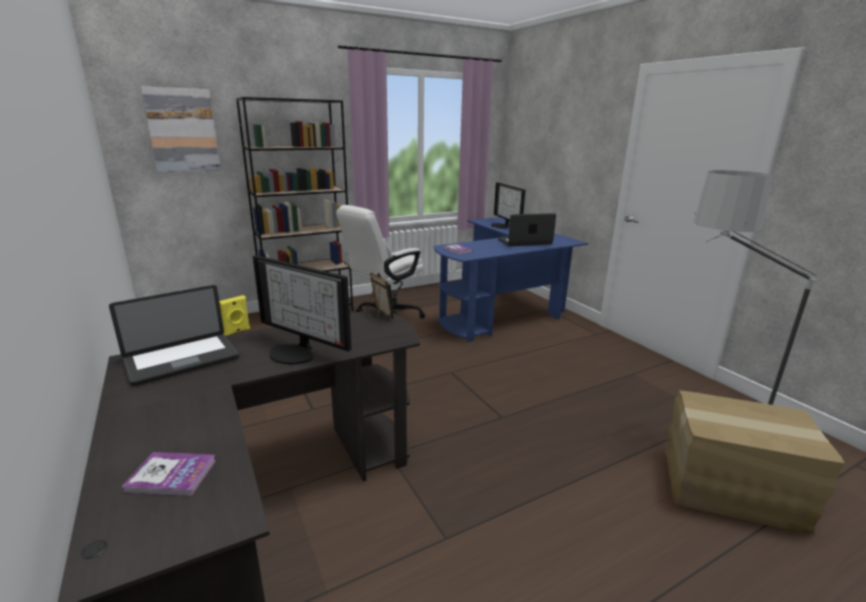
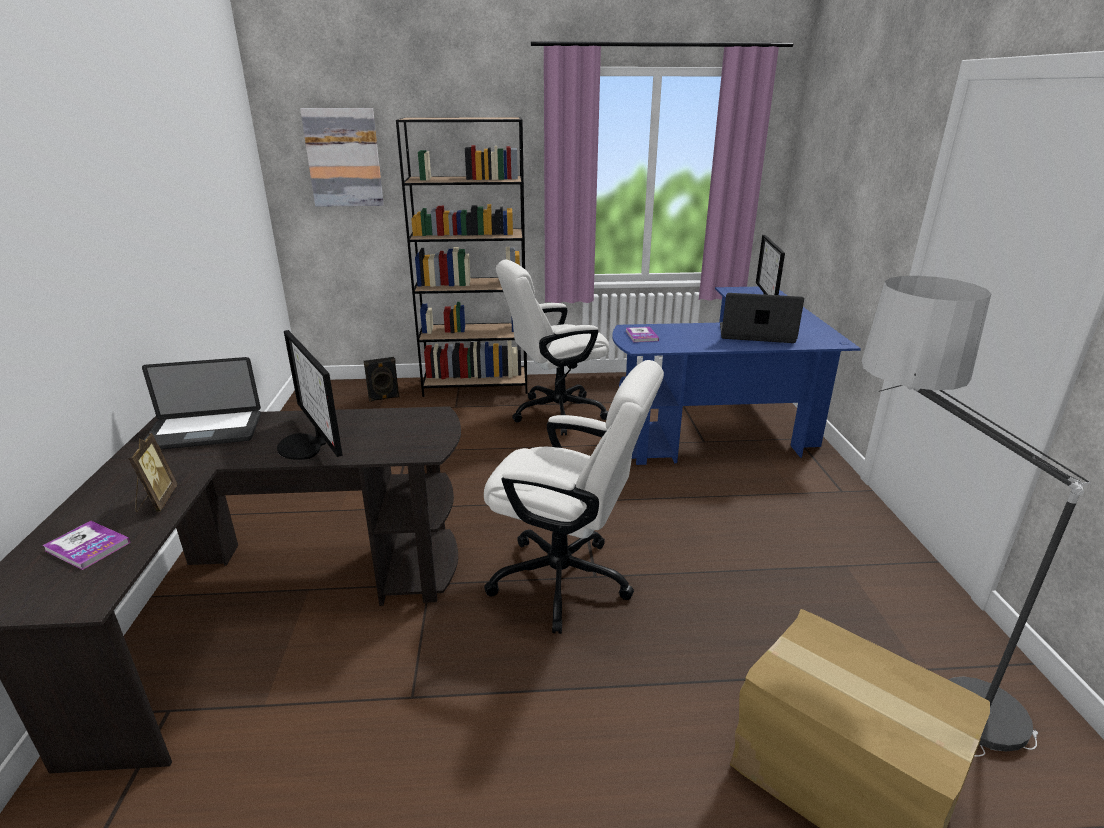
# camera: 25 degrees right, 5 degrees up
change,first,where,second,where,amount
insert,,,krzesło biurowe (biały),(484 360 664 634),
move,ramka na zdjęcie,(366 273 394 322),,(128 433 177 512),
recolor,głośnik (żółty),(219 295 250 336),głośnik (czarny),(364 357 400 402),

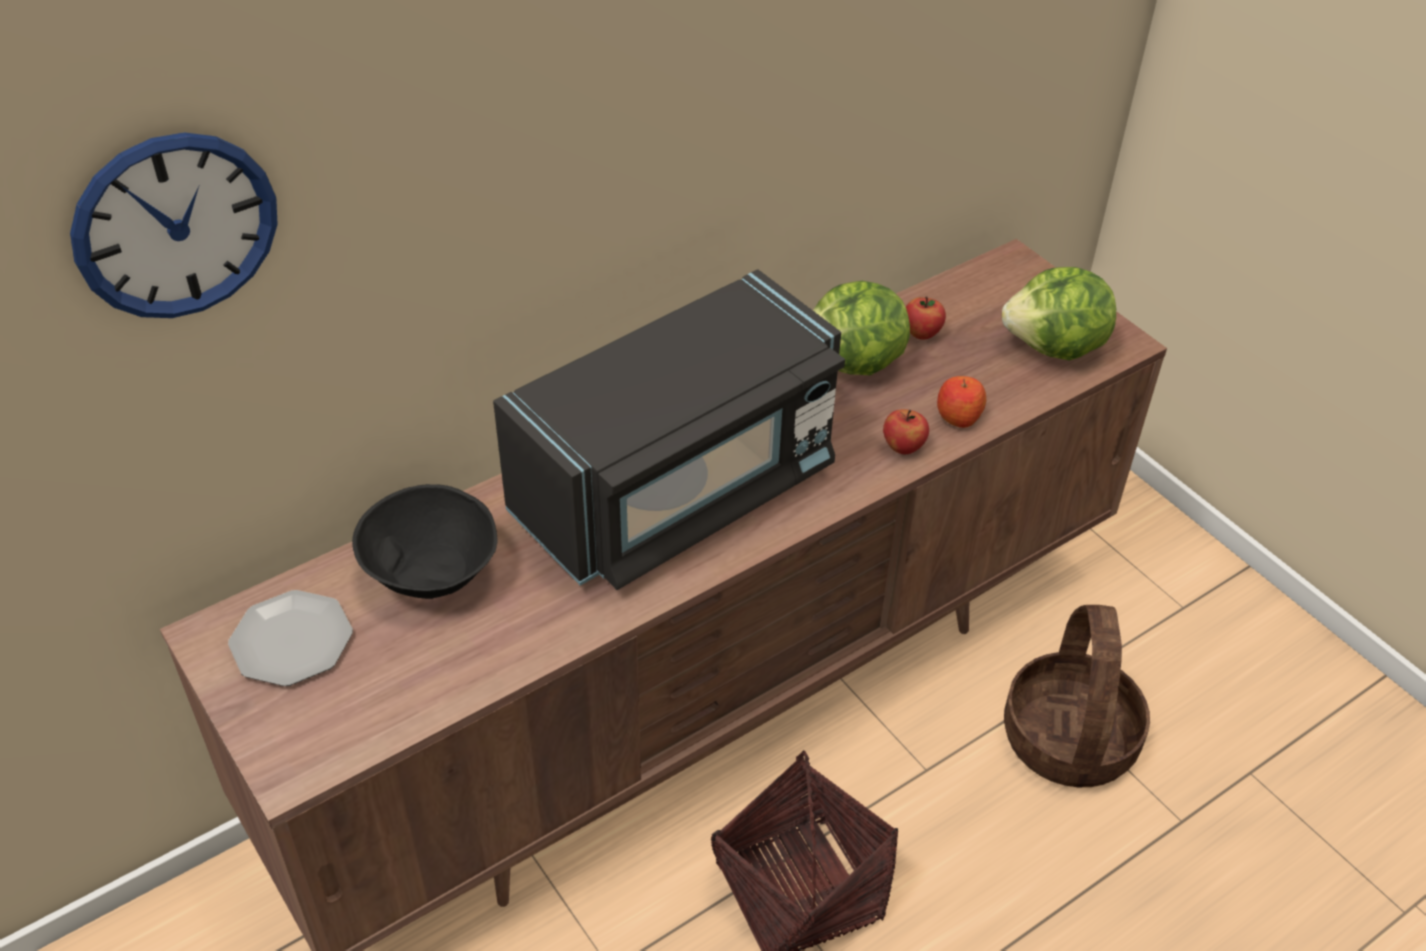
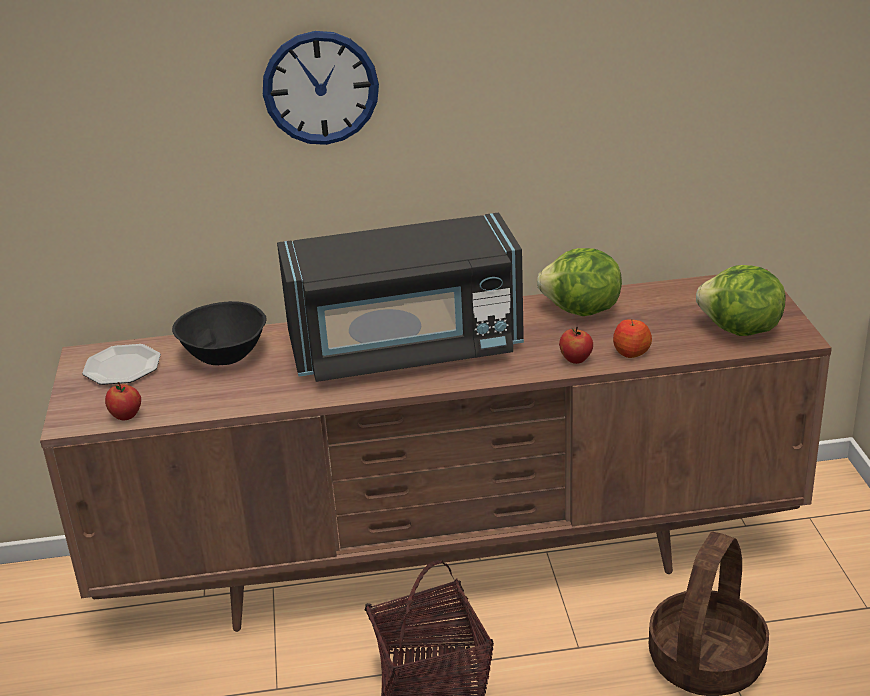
# camera: 30 degrees right, 15 degrees down
change,first,where,second,where,amount
move,zegar ścienny,(70 132 278 318),,(263 31 379 145),
move,jabłko,(906 296 946 340),,(105 382 141 420),

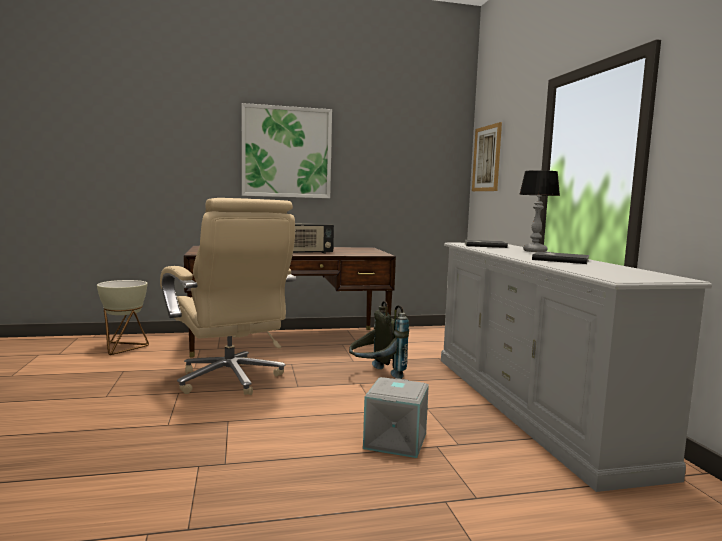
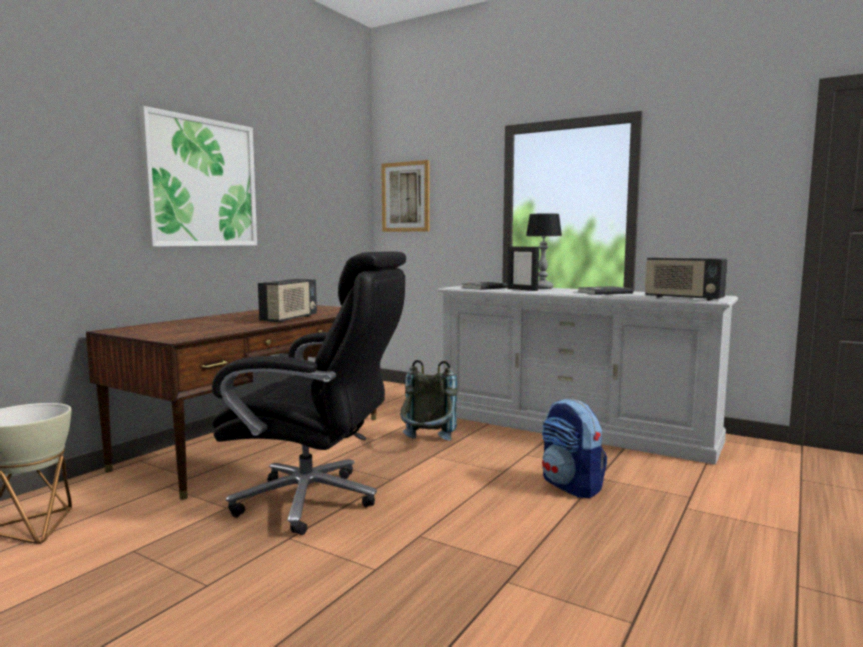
# camera: 45 degrees left, 0 degrees up
change,first,where,second,where,amount
insert,,,ramka na zdjęcie,(507 246 539 291),
insert,,,radio,(644 257 728 301),
replace,pojemnik do przechowywania (szary),(363 377 429 458),plecak,(542 399 607 498),
recolor,krzesło biurowe (beżowy),(160 198 296 395),krzesło biurowe (czarny),(212 252 406 535),

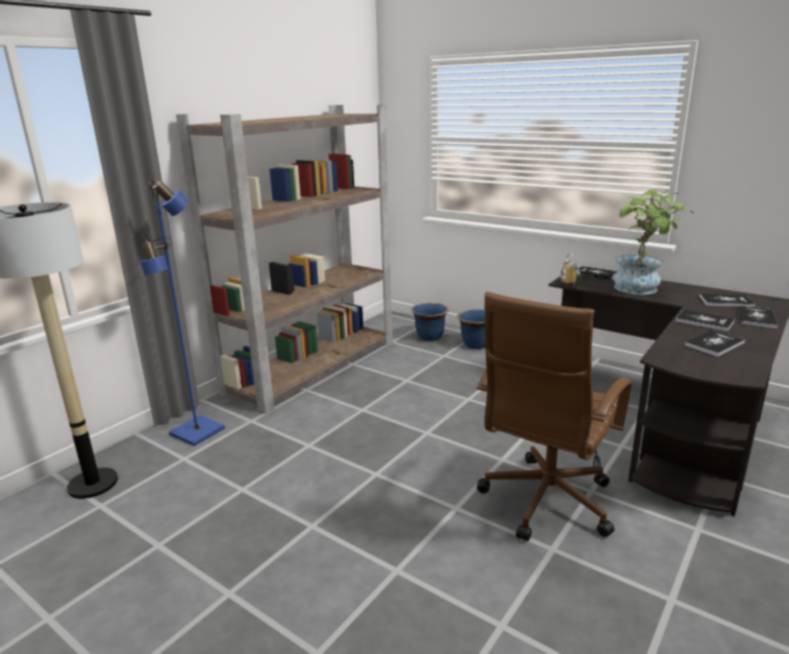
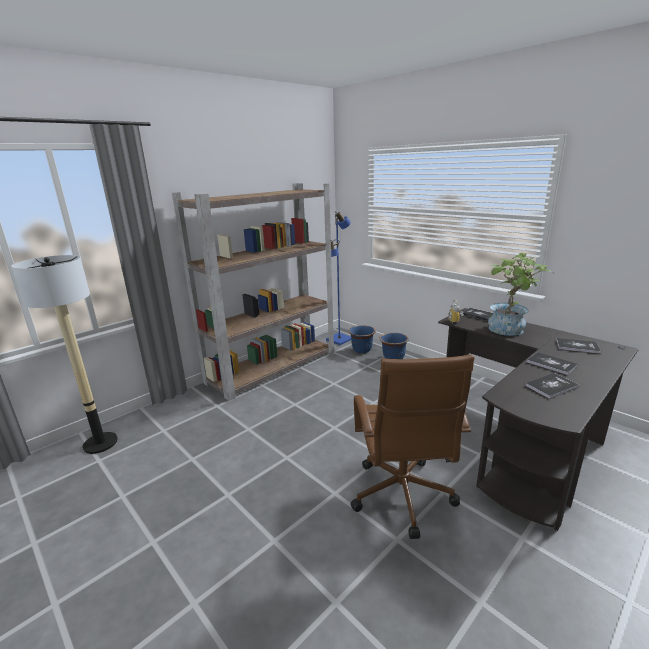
# camera: 10 degrees right, 0 degrees up
change,first,where,second,where,amount
delete,książka,(738 306 778 328),,,
move,lampa stojąca (niebieski),(140 180 225 446),,(326 211 351 345),
rotate,krzesło biurowe (brązowy),(477 292 632 541),,(351 354 475 539),45 degrees counterclockwise

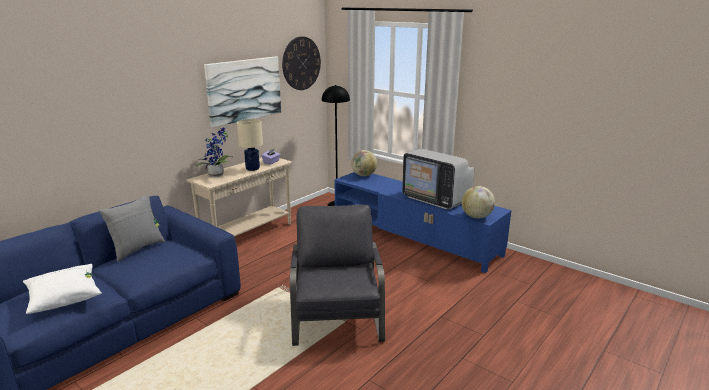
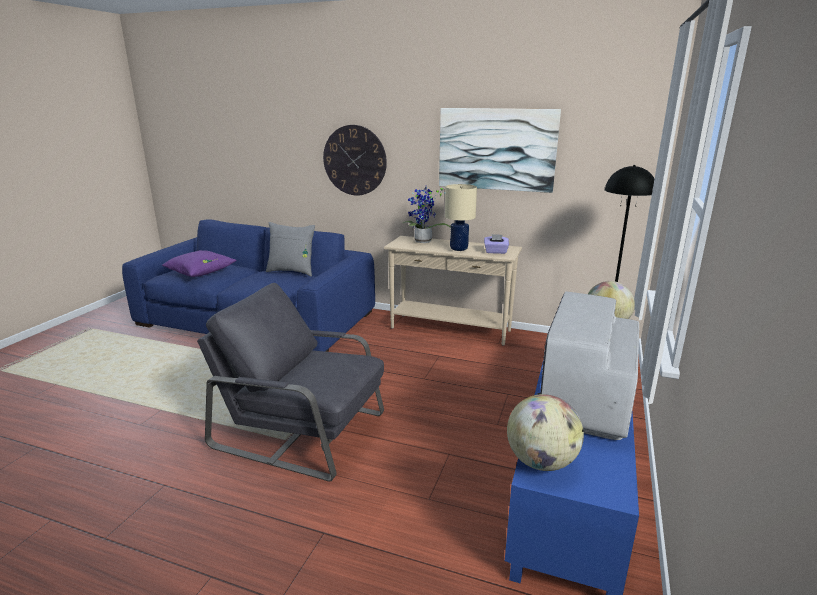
# camera: 70 degrees right, 0 degrees up
change,first,where,second,where,amount
move,zegar ścienny,(282 36 321 90),,(323 125 387 195),
recolor,poduszka (biały),(23 264 102 314),poduszka (fioletowy),(162 250 236 277),
rotate,fotel (szary),(290 205 385 346),,(197 283 384 482),135 degrees counterclockwise

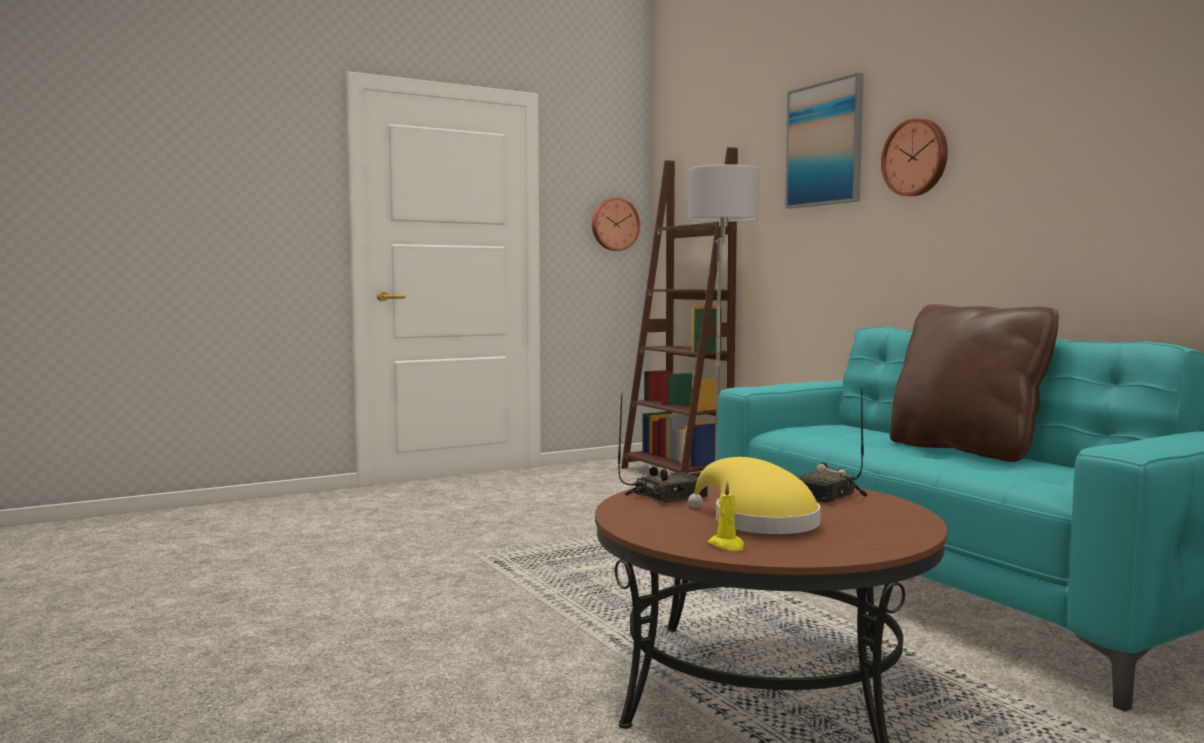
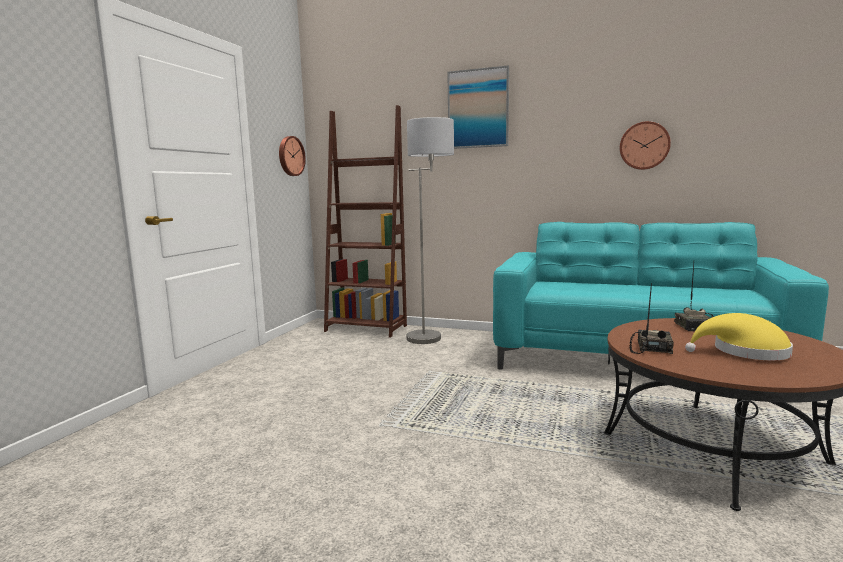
# camera: 40 degrees left, 5 degrees up
change,first,where,second,where,amount
delete,świeca (żółty),(708 481 744 551),,,
delete,poduszka (brązowy),(890 304 1059 462),,,
move,zegar ścienny,(881 118 948 196),,(620 121 671 170),

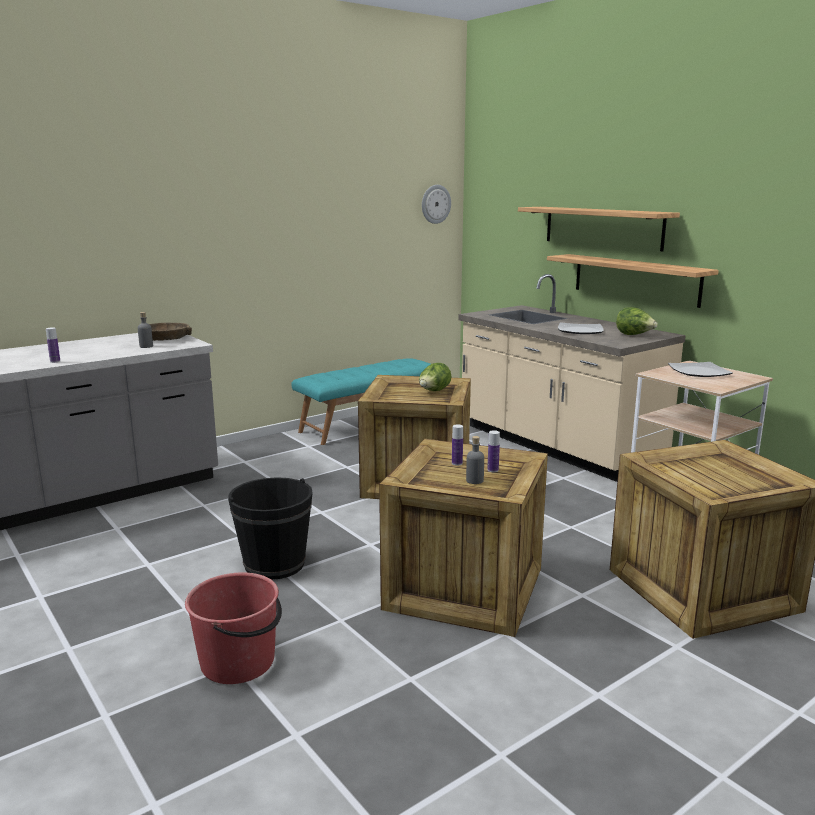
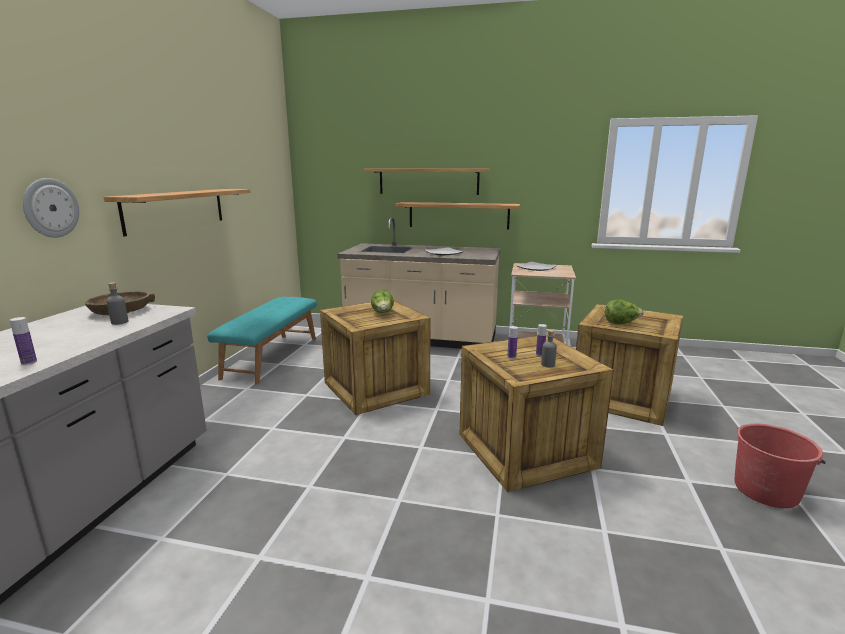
# camera: 40 degrees left, 0 degrees up
change,first,where,second,where,amount
delete,wiadro (czarny),(228 477 313 580),,,
insert,,,półka,(104 189 251 236),
move,wiadro (czerwony),(185 572 282 684),,(734 423 826 508),
move,zegar ścienny,(422 185 451 224),,(23 178 79 238),
move,sałata,(616 307 658 335),,(605 299 644 325),

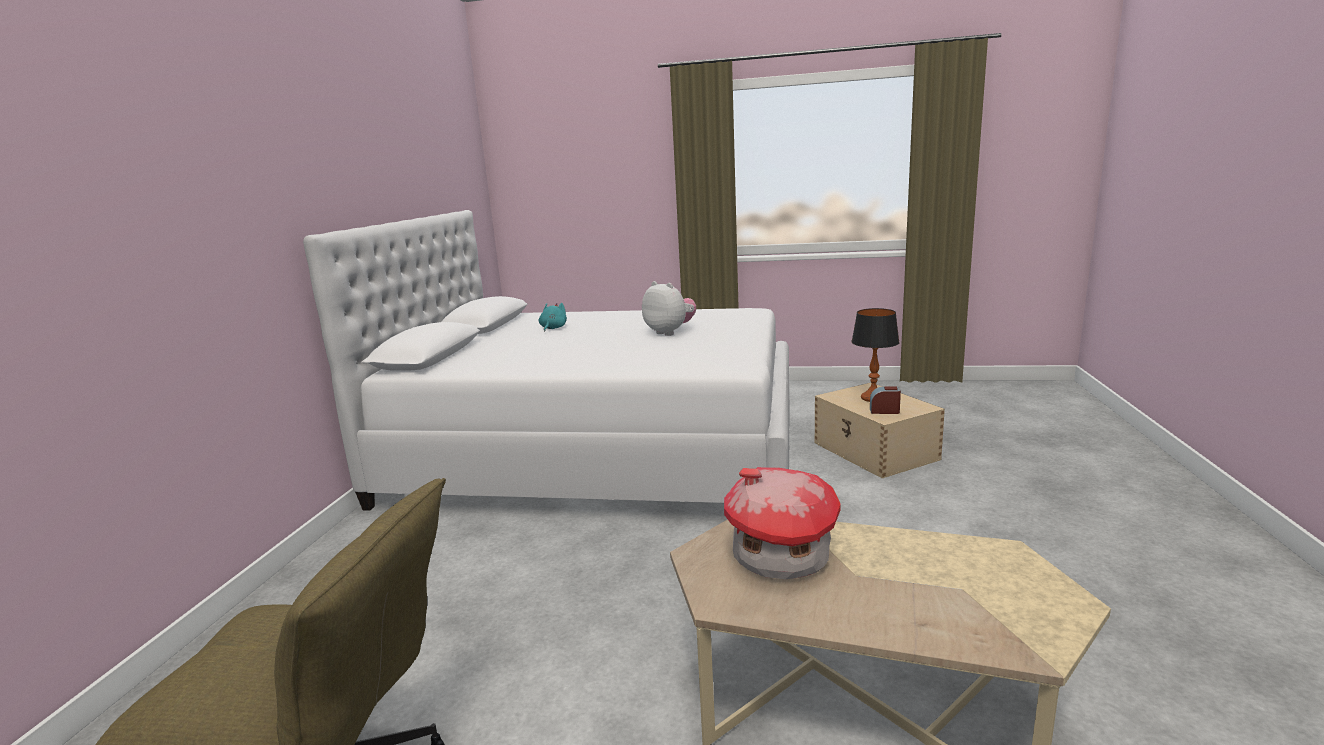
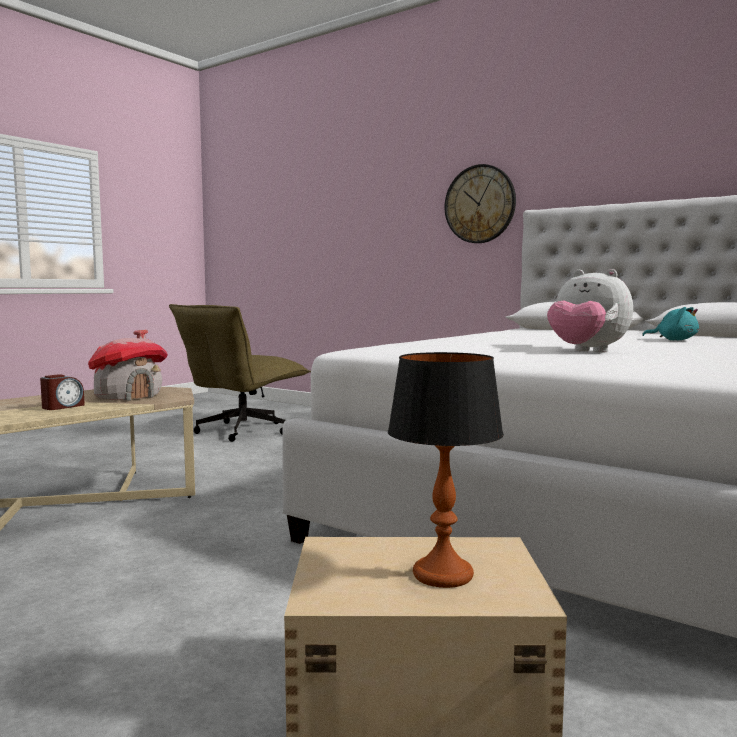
# camera: 115 degrees right, 10 degrees down
change,first,where,second,where,amount
insert,,,zegar ścienny,(445 164 516 243),
move,budzik,(870 386 901 414),,(40 374 85 410),
rotate,pluszak,(642 281 696 336),,(547 269 633 353),60 degrees clockwise

